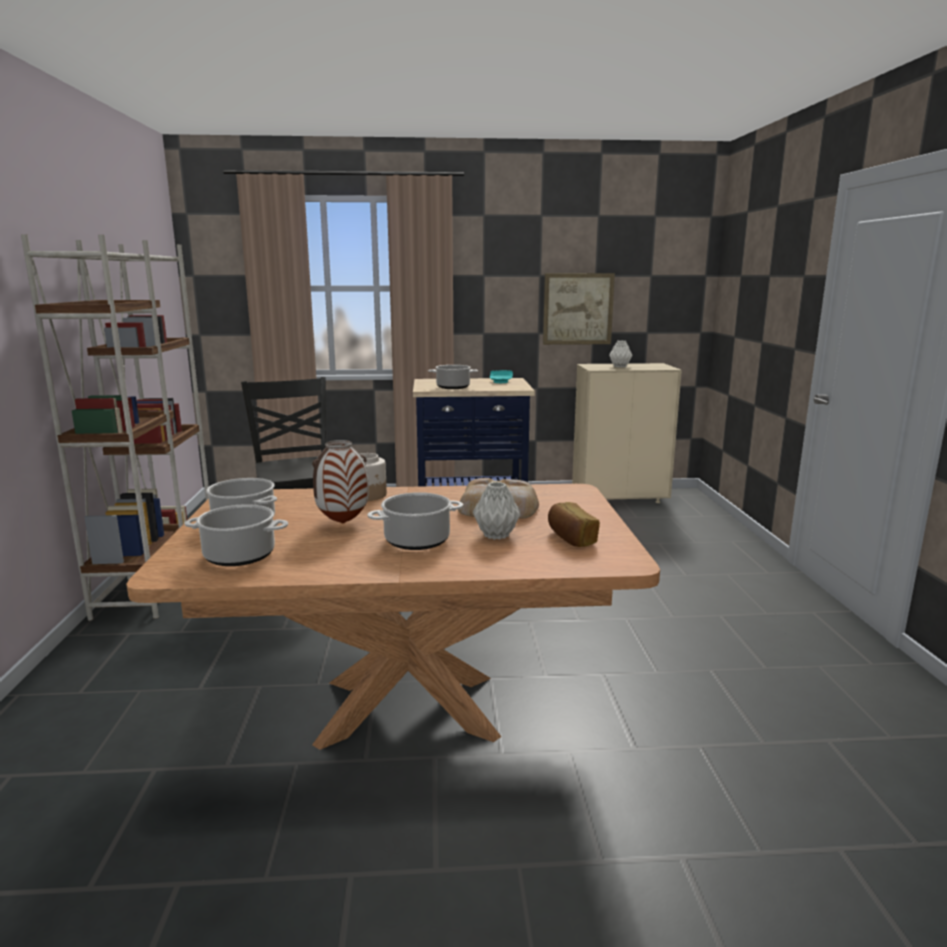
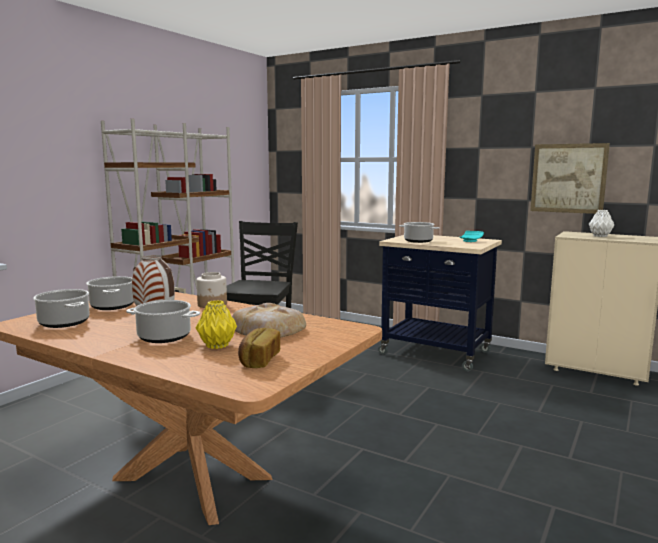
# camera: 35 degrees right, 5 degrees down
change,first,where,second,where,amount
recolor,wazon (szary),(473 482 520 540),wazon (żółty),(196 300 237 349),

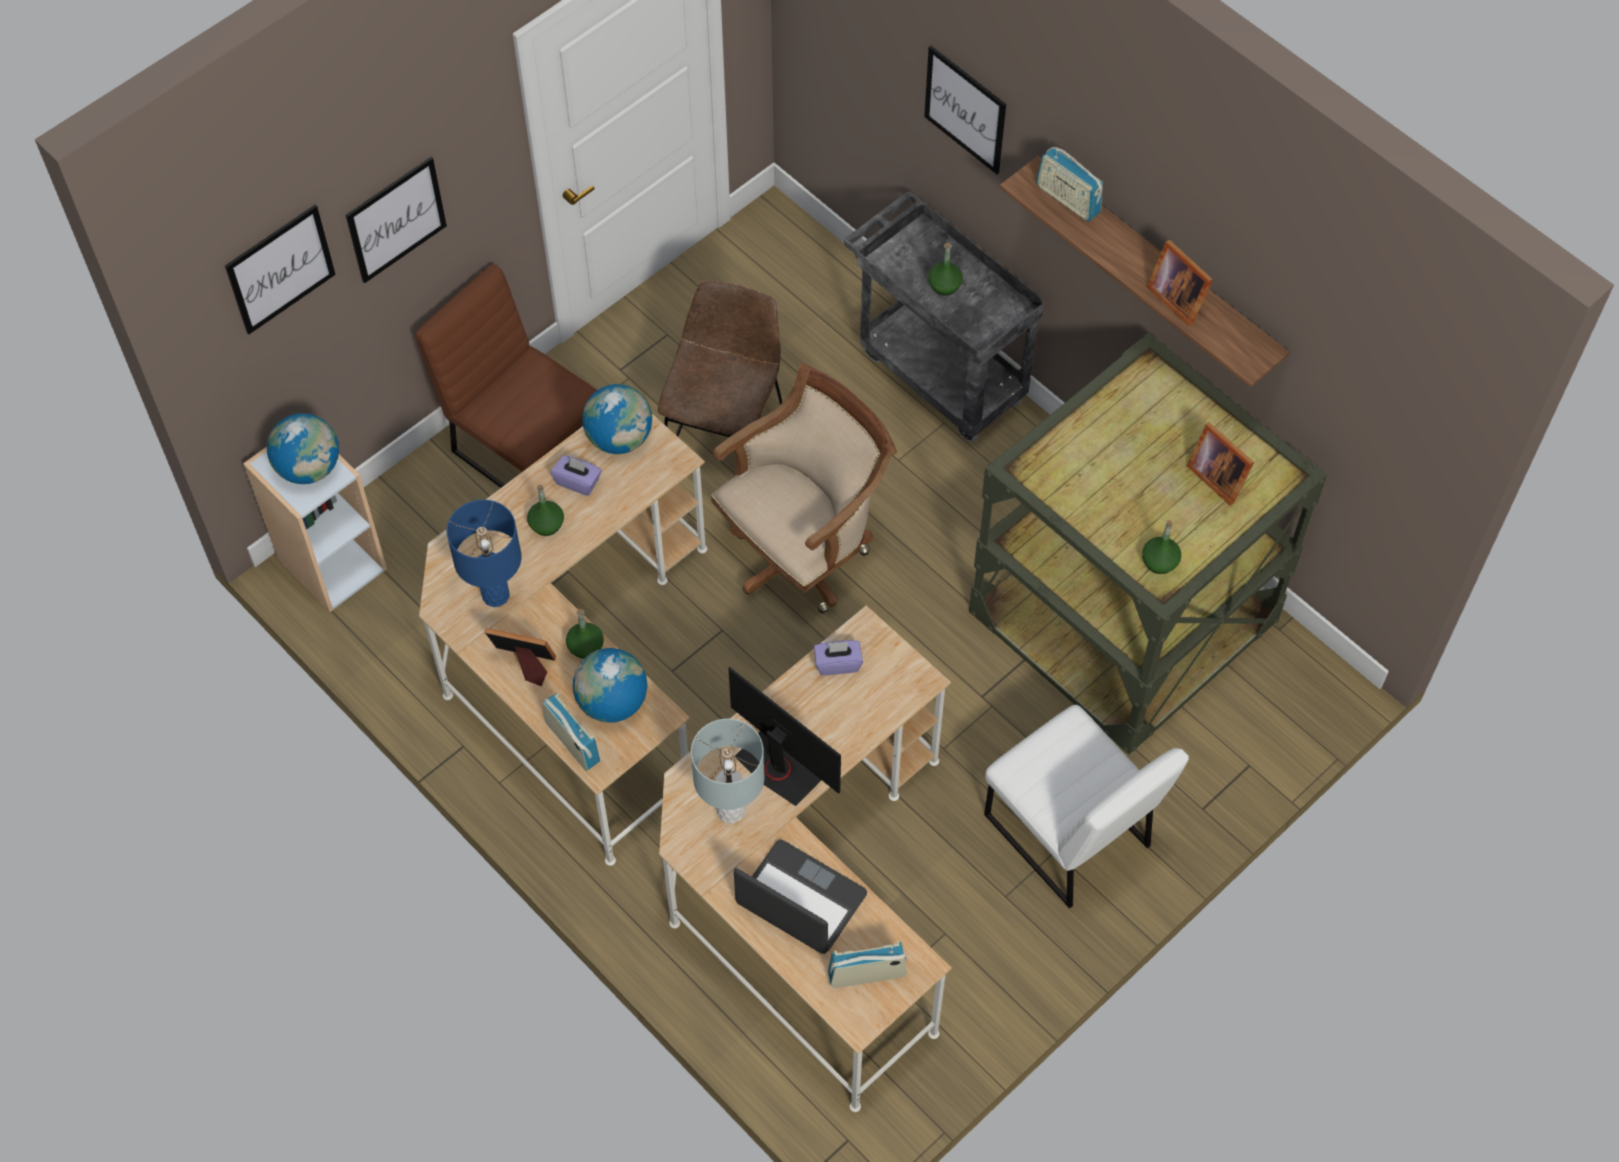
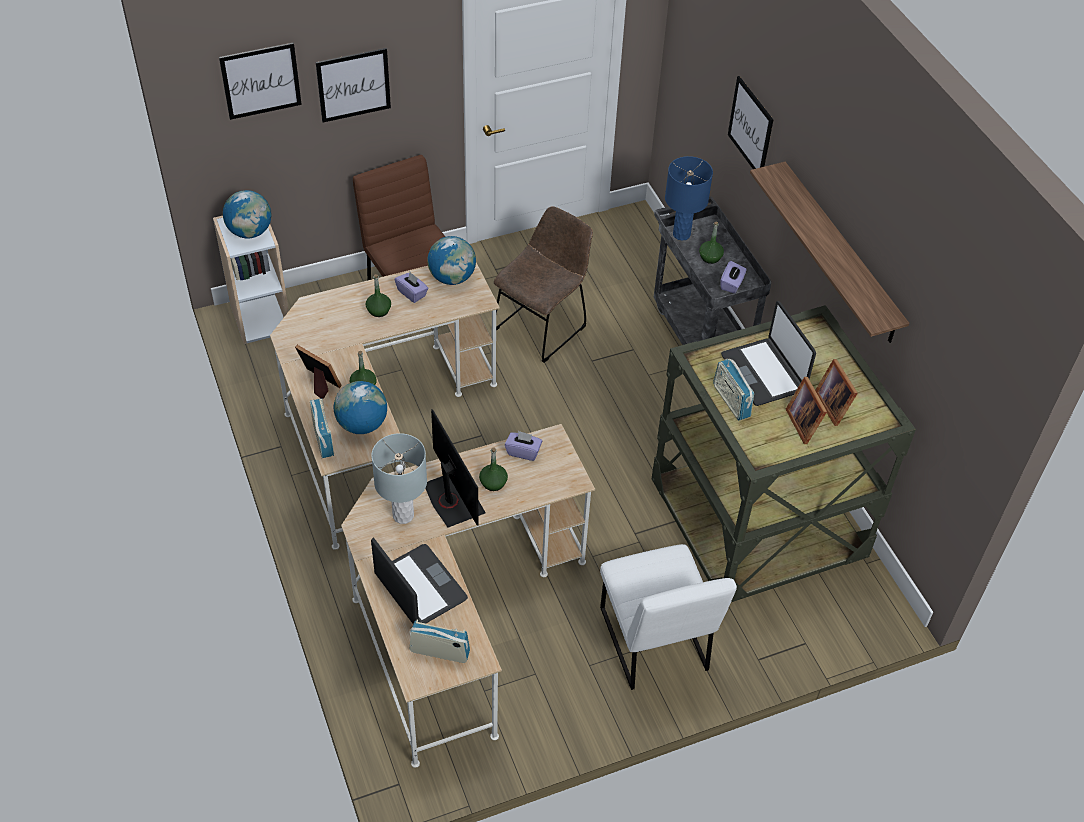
# camera: 20 degrees right, 10 degrees down
change,first,where,second,where,amount
delete,krzesło biurowe,(711 363 897 613),,,
insert,,,pudełko chusteczek (fioletowy),(720 261 747 293),
insert,,,laptop,(721 301 816 406),
move,lampa stołowa (niebieski),(447 500 522 607),,(665 156 713 241),
move,radio,(1036 147 1103 222),,(713 359 754 420),
move,butelka (zielony),(1142 520 1181 574),,(479 448 508 491),
move,ramka na zdjęcie,(1147 240 1213 326),,(786 377 827 444),

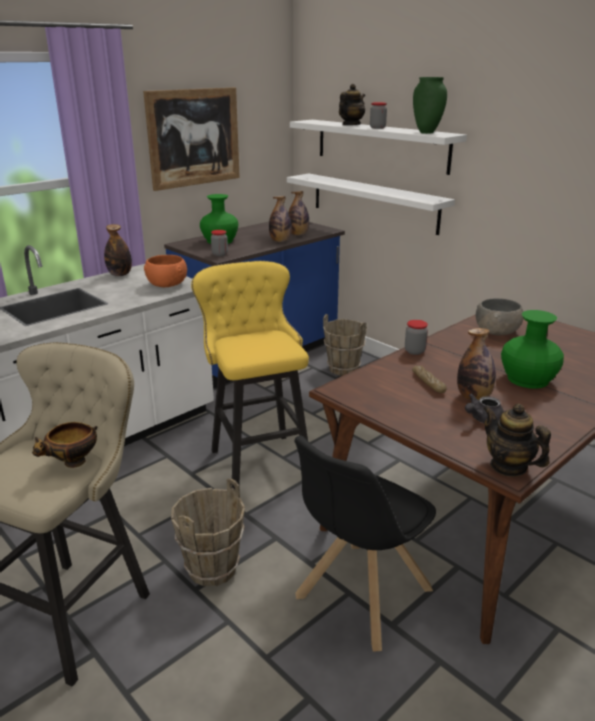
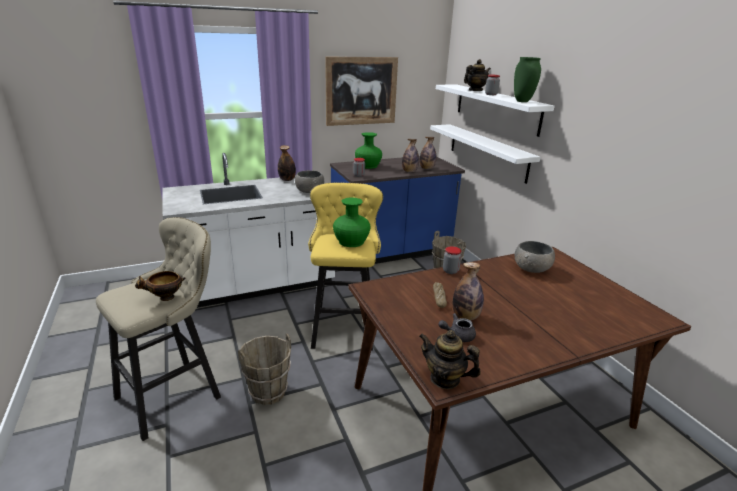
# camera: 20 degrees right, 0 degrees up
change,first,where,second,where,amount
delete,krzesło (czarny),(295 436 436 652),,,
move,wazon (zielony),(501 310 564 389),,(333 198 371 247),
recolor,miska (pomarańczowy),(144 255 187 287),miska (szary),(294 170 324 193),
rotate,imbryk,(484 404 551 477),,(419 330 481 389),45 degrees counterclockwise

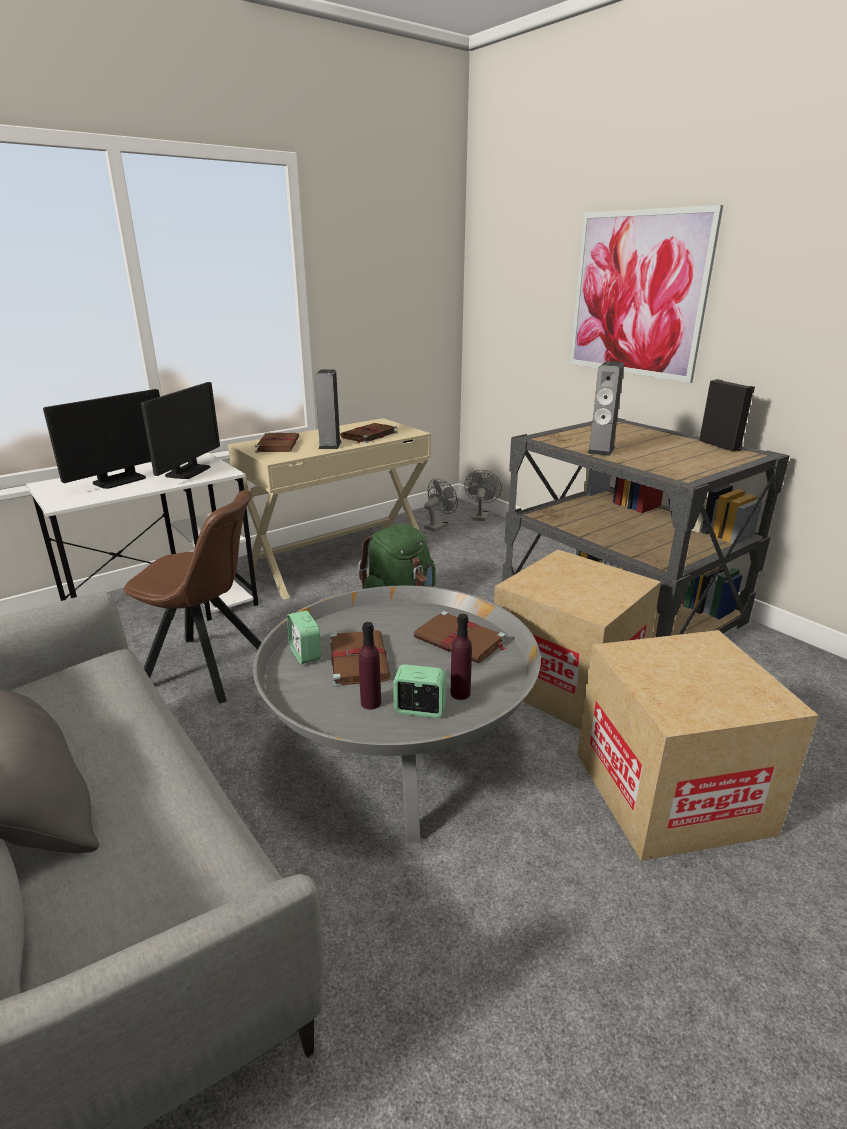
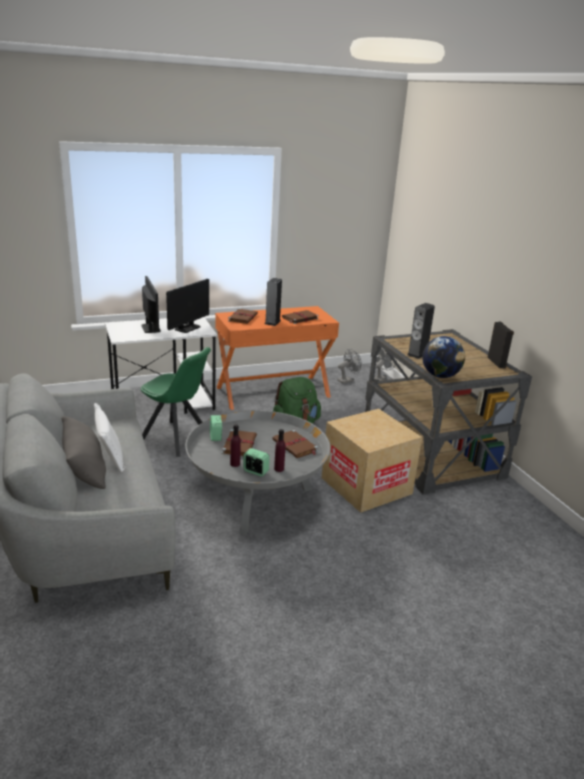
# camera: 15 degrees right, 0 degrees up
change,first,where,second,where,amount
delete,obraz,(570 205 723 383),,,
delete,karton,(577 630 819 861),,,
insert,,,poduszka (biały),(94 403 125 472),
insert,,,globus,(422 336 465 378),
recolor,krzesło (brązowy),(124 490 262 704),krzesło (zielony),(141 347 211 457),
recolor,biurko (beżowy),(228 418 431 600),biurko (pomarańczowy),(215 306 339 410),
rotate,monitor,(43 389 160 489),,(141 276 161 333),75 degrees counterclockwise

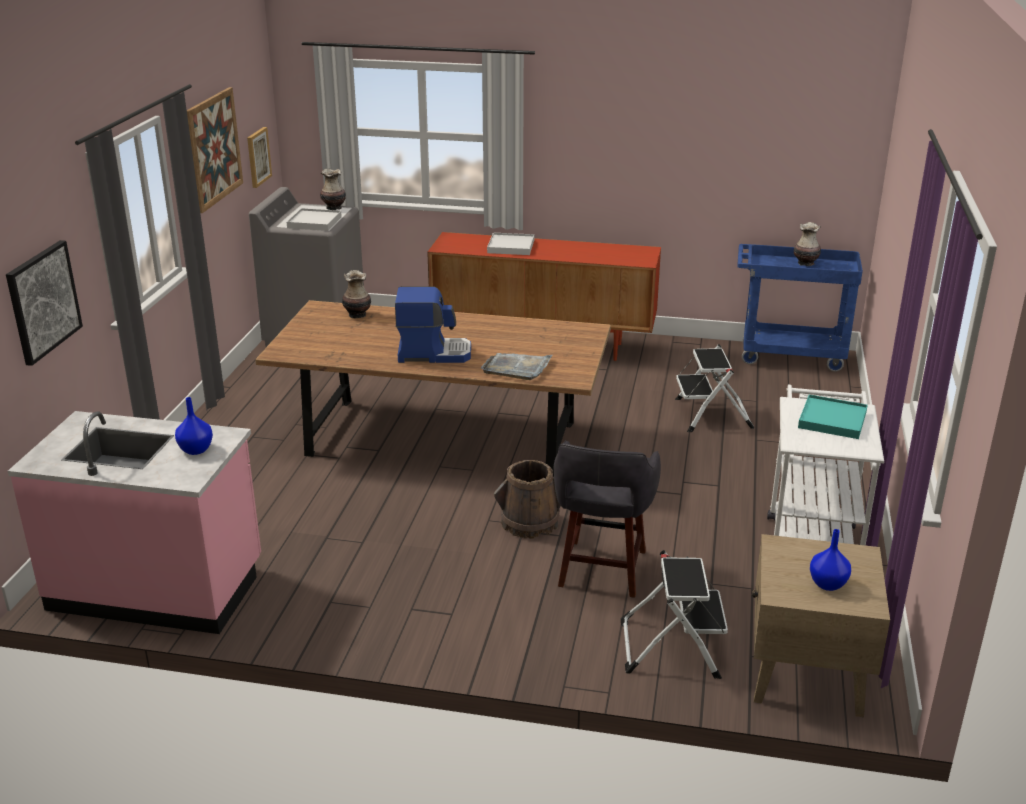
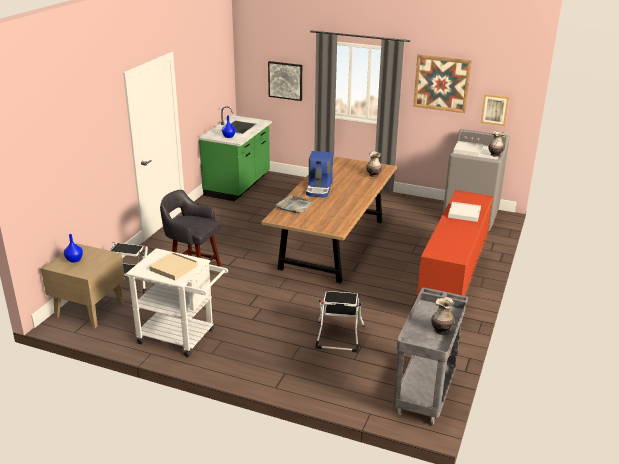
# camera: 100 degrees right, 0 degrees up
change,first,where,second,where,amount
delete,wiadro (brązowy),(494 460 561 539),,,
recolor,zabudowa kuchenna (różowy),(8 411 261 634),zabudowa kuchenna (zielony),(199 106 272 202),
recolor,wózek (niebieski),(737 244 863 372),wózek (szary),(393 287 468 424),
recolor,taca (turkusowy),(798 395 868 439),taca (beżowy),(149 252 198 280),

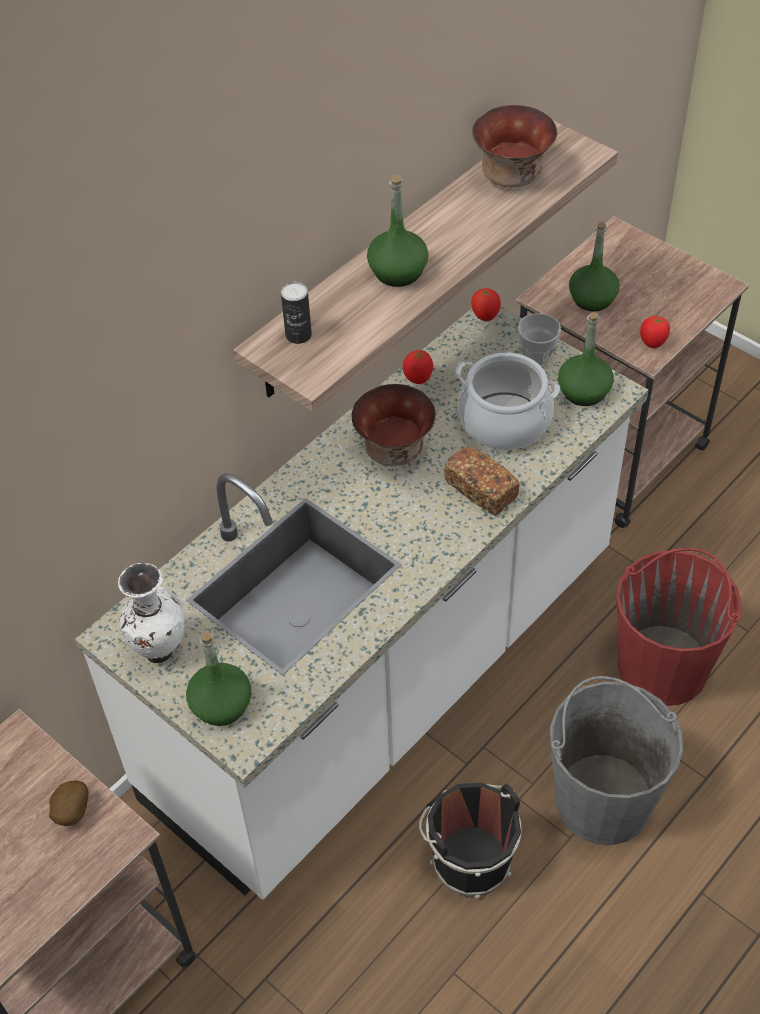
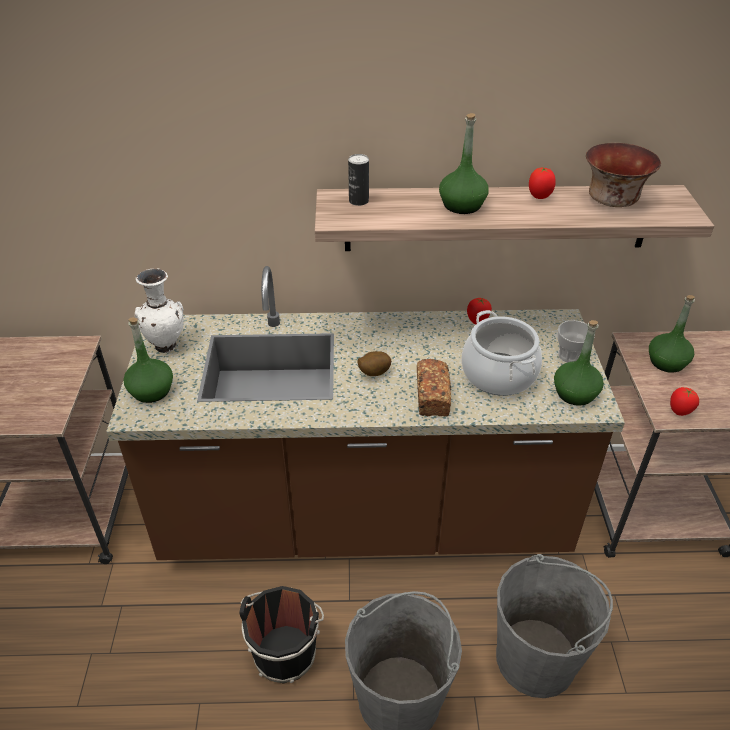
# camera: 45 degrees right, 10 degrees down
change,first,where,second,where,amount
delete,miska,(352 384 436 466),,,
move,ziemniak,(49 780 89 826),,(357 351 391 376),
move,pomidor,(471 288 501 321),,(529 167 556 199),
recolor,zabudowa kuchenna (biały),(75 307 648 900),zabudowa kuchenna (brązowy),(106 266 625 560),
recolor,wiadro (czerwony),(617 548 742 706),wiadro (szary),(496 554 613 698),

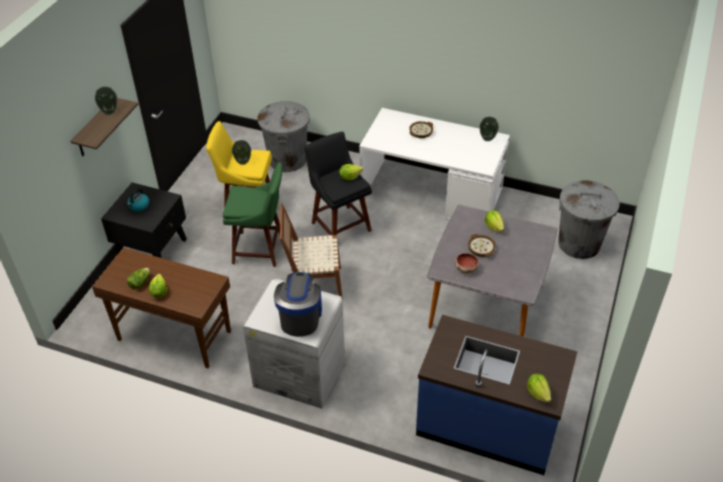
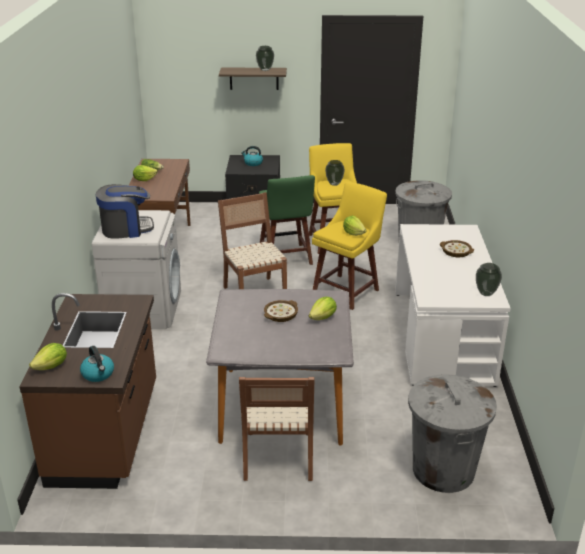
# camera: 70 degrees right, 15 degrees down
change,first,where,second,where,amount
delete,miska,(455 253 479 273),,,
insert,,,czajnik,(80 346 114 382),
insert,,,krzesło,(239 377 314 481),
recolor,stołek (czarny),(305 132 372 236),stołek (żółty),(312 182 387 310),
recolor,zabudowa kuchenna (niebieski),(416 315 578 475),zabudowa kuchenna (brązowy),(19 293 156 489),

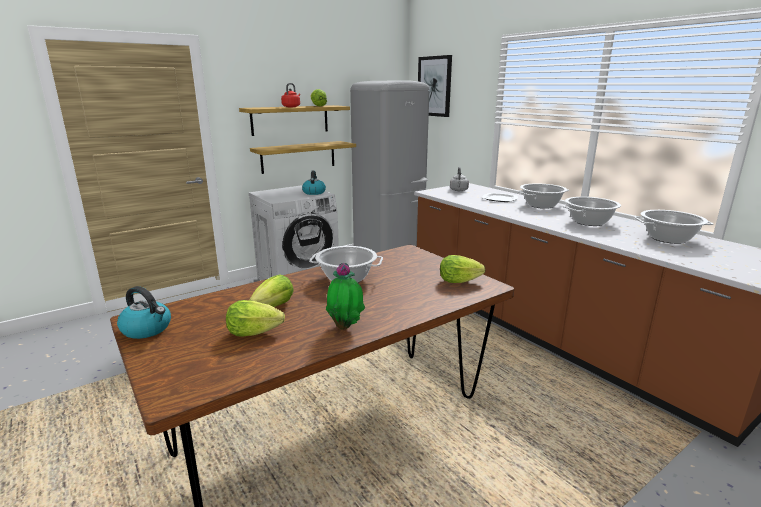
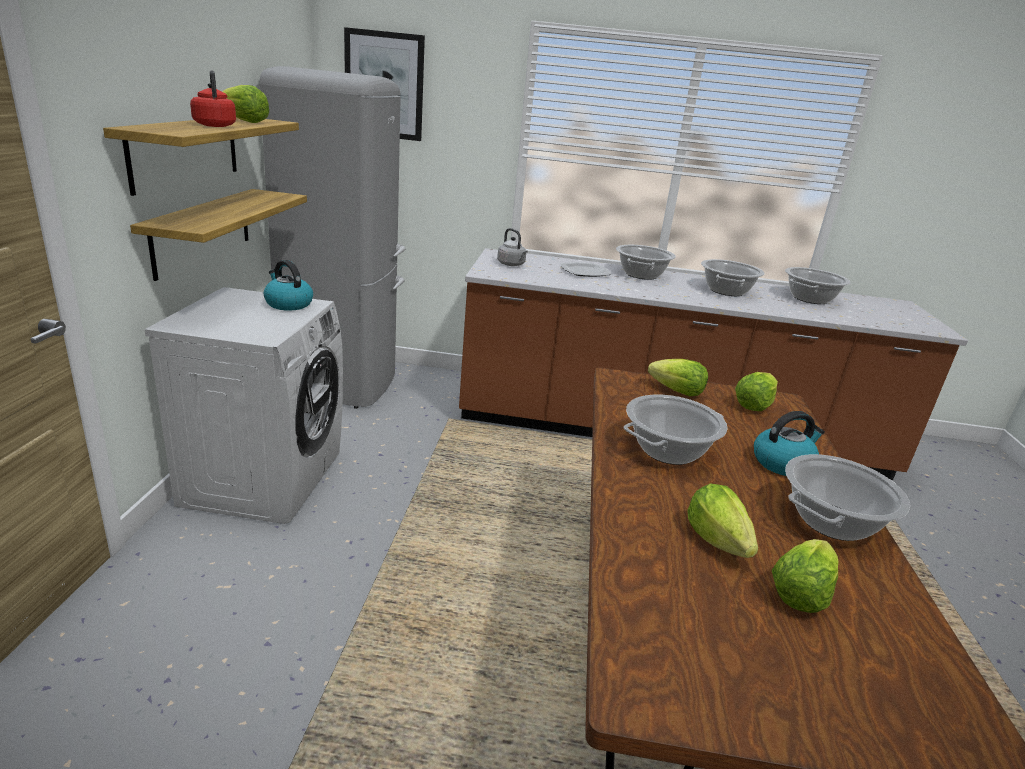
# camera: 50 degrees left, 5 degrees up
change,first,where,second,where,amount
insert,,,sałata,(648 359 708 396),
move,czajnik,(117 286 171 339),,(754 411 825 476),
replace,roślina doniczkowa,(326 263 365 330),garnek,(785 454 910 541),

